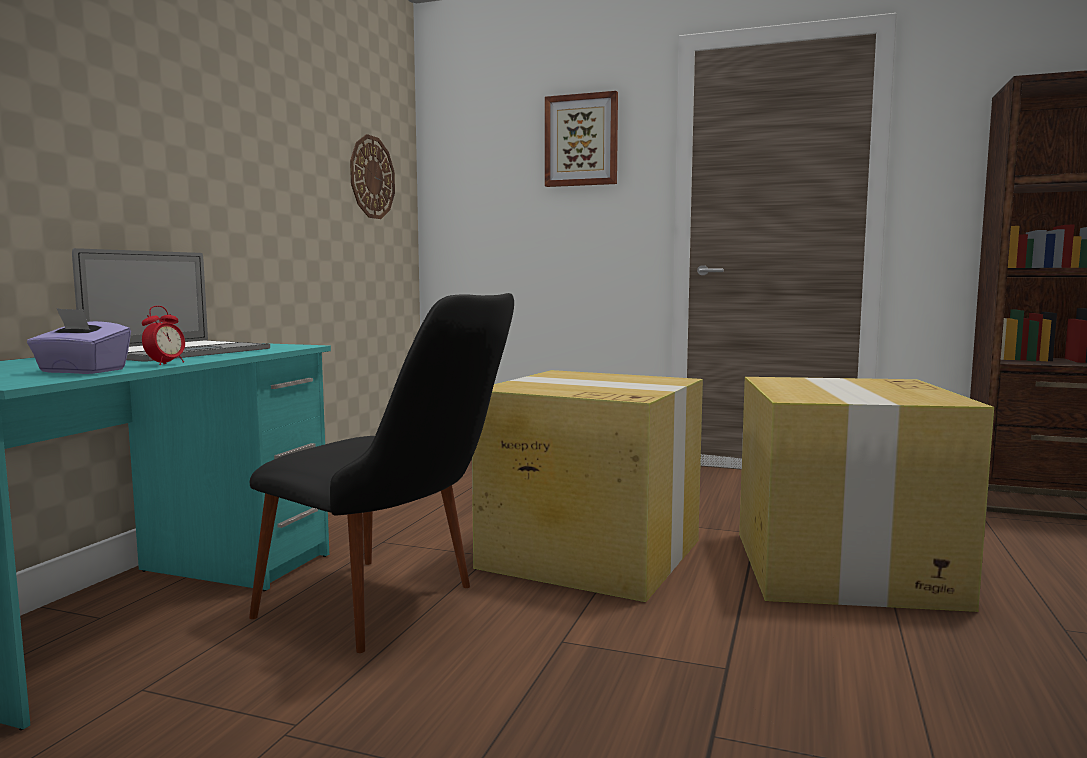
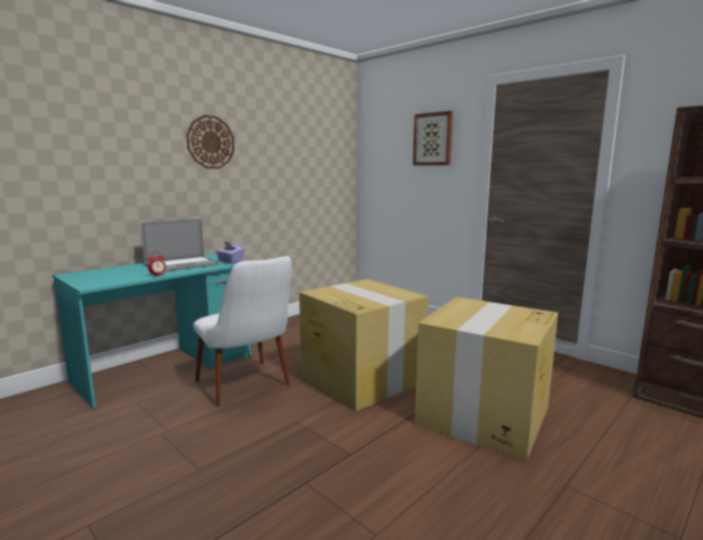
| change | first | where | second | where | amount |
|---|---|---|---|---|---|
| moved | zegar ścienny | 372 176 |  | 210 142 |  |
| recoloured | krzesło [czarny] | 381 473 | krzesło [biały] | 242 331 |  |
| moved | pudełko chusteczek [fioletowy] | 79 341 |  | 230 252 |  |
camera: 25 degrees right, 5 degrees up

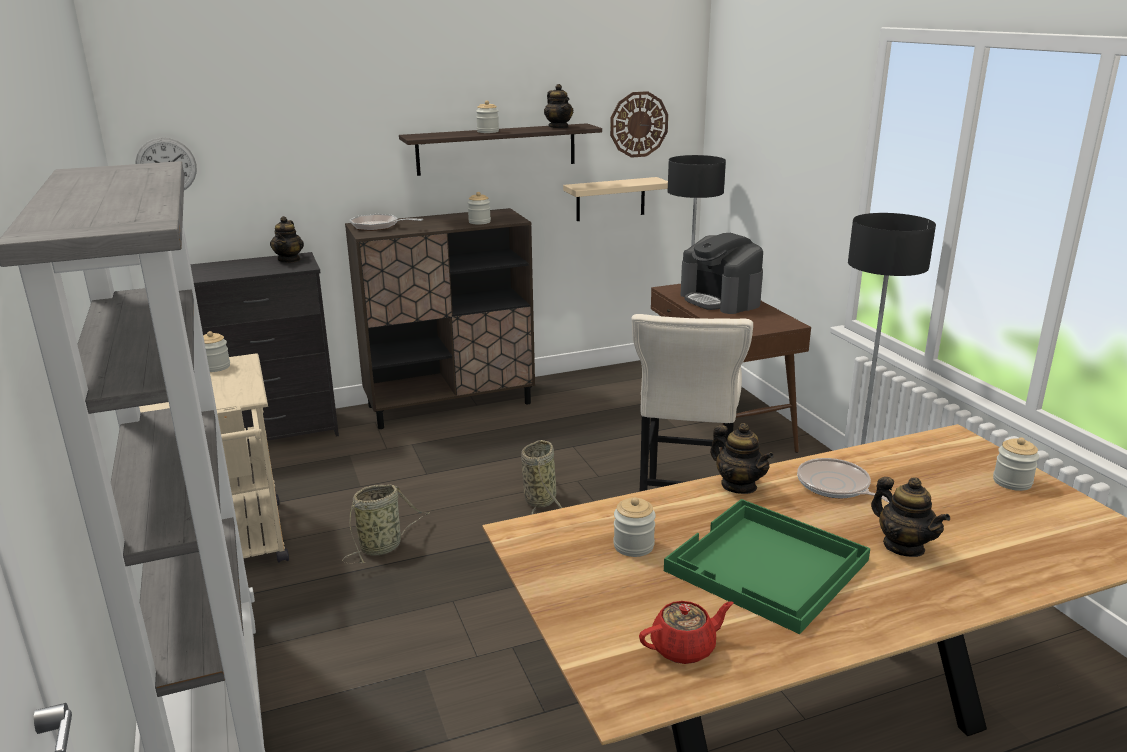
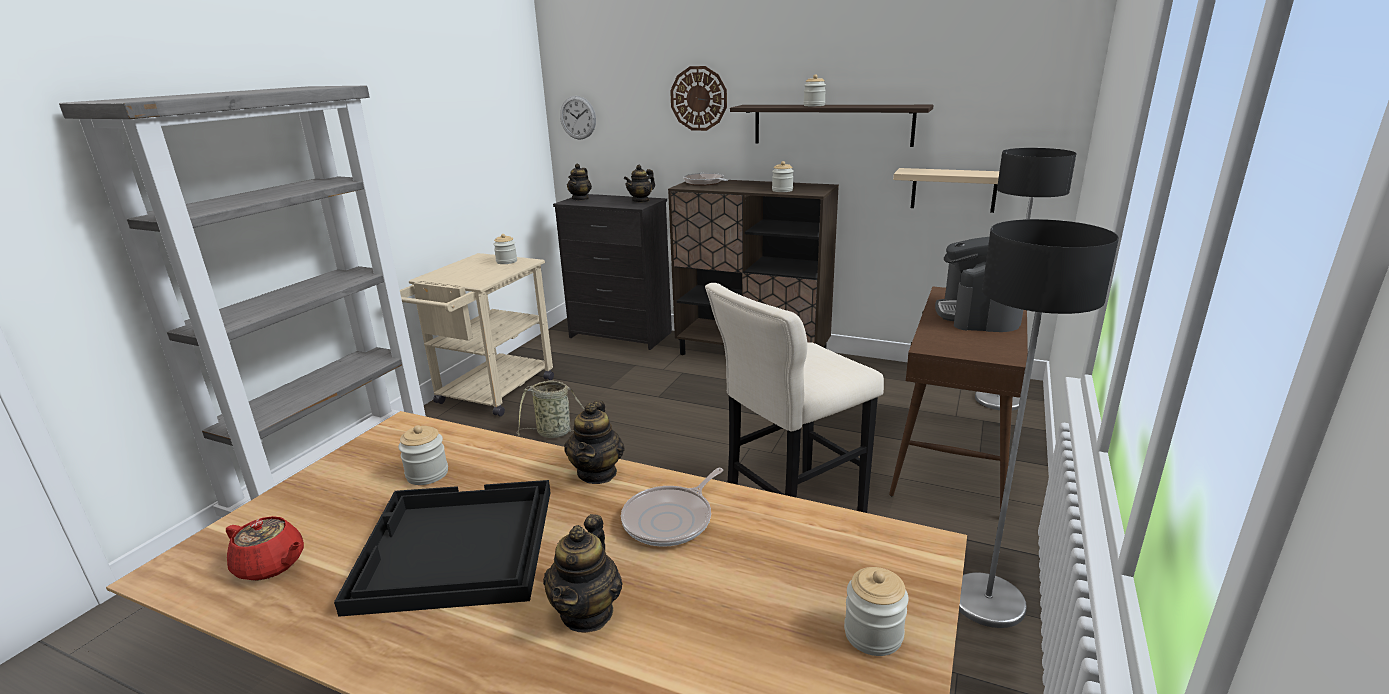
| change | first | where | second | where | amount |
|---|---|---|---|---|---|
| recoloured | taca [zielony] | 767 566 | taca [czarny] | 442 548 |  |
| moved | imbryk | 558 106 |  | 579 182 |  |
| turned | patelnia | 843 480 |  | 672 507 | 150 degrees counterclockwise |
| moved | zegar ścienny | 639 124 |  | 698 98 |  |
| removed | koszyk | 541 477 |  |  |  |
camera: 45 degrees right, 0 degrees up

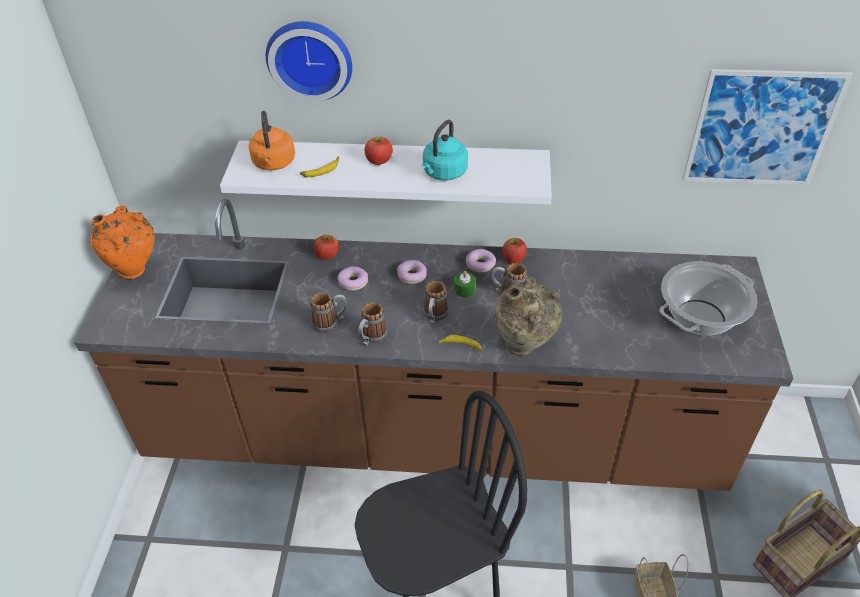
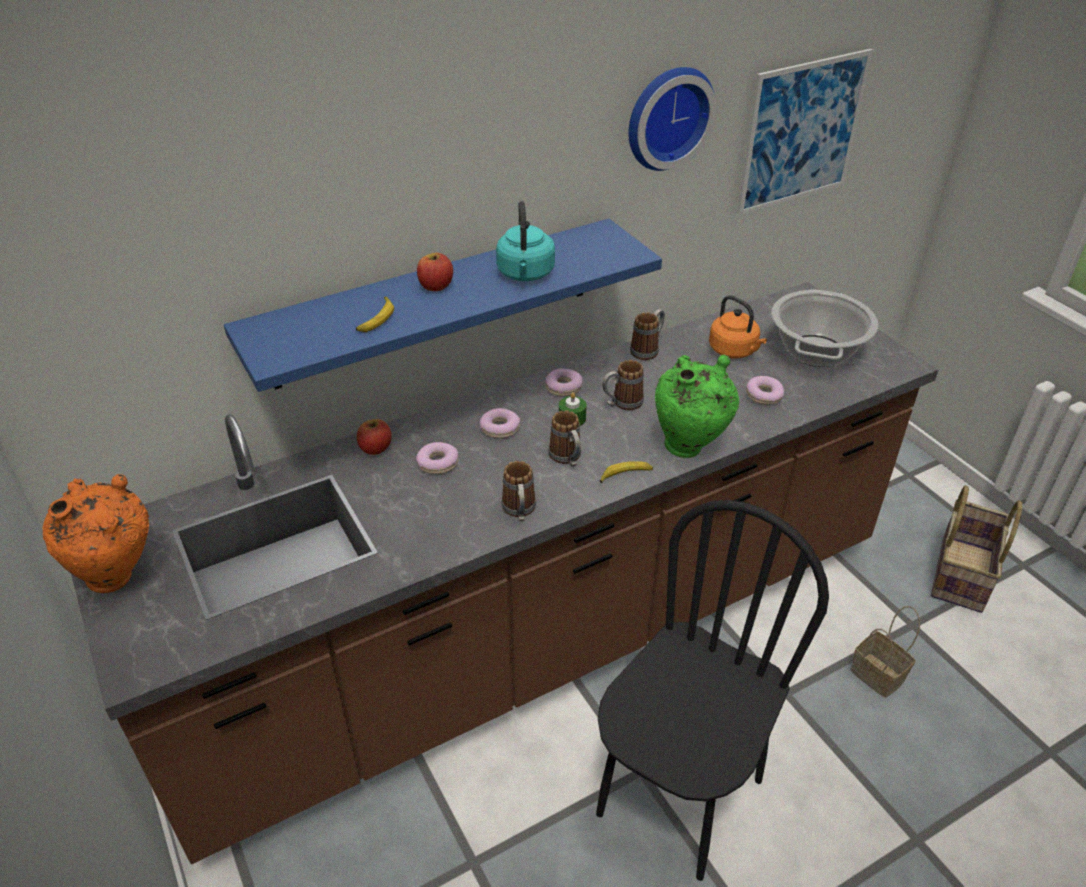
| change | first | where | second | where | amount |
|---|---|---|---|---|---|
| recoloured | półka [biały] | 386 172 | półka [niebieski] | 443 305 |  |
| moved | zegar ścienny | 309 61 |  | 673 119 |  |
| moved | kubek | 328 312 |  | 647 334 |  |
| recoloured | wazon [beżowy] | 528 316 | wazon [zielony] | 697 406 |  |
| moved | czajnik [pomarańczowy] | 272 140 |  | 738 326 |  |
| added |  |  | donut | 765 390 |  |
| removed | jabłko | 514 251 |  |  |  |
camera: 35 degrees left, 5 degrees down

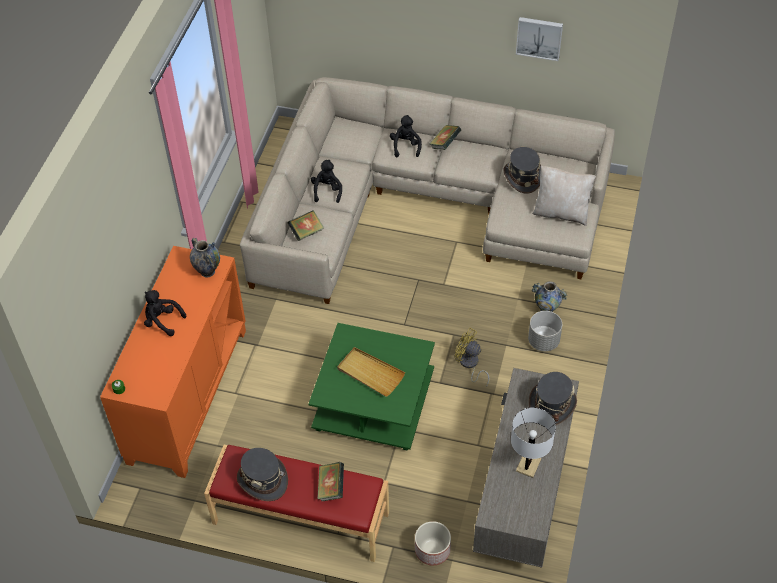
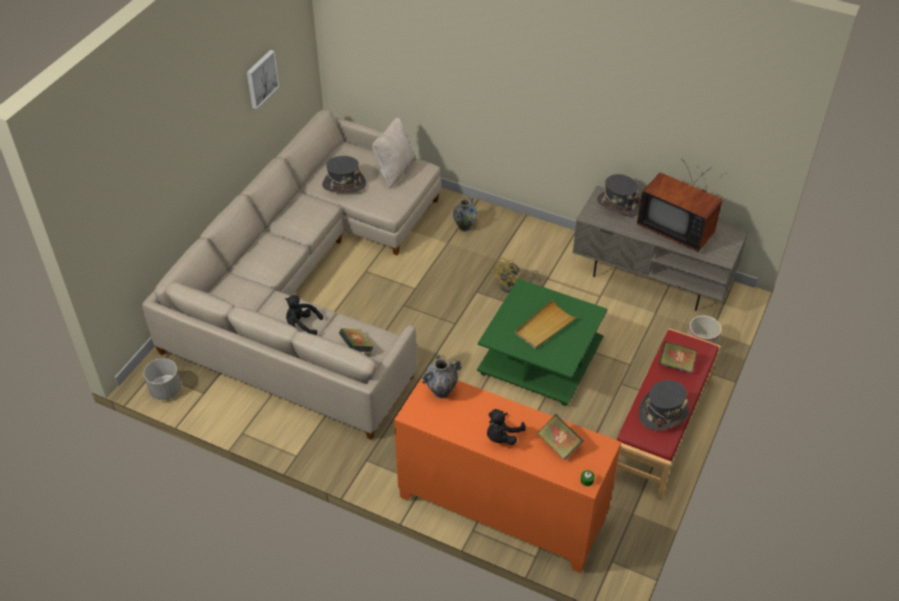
| change | first | where | second | where | amount |
|---|---|---|---|---|---|
| moved | donica [szary] | 545 331 |  | 163 379 |  |
| moved | książka | 445 137 |  | 560 437 |  |
| replaced | lampa stołowa [biały] | 533 442 | telewizor | 679 205 |  |
| removed | pluszak [czarny] | 406 136 |  |  |  |
camera: 80 degrees left, 5 degrees down

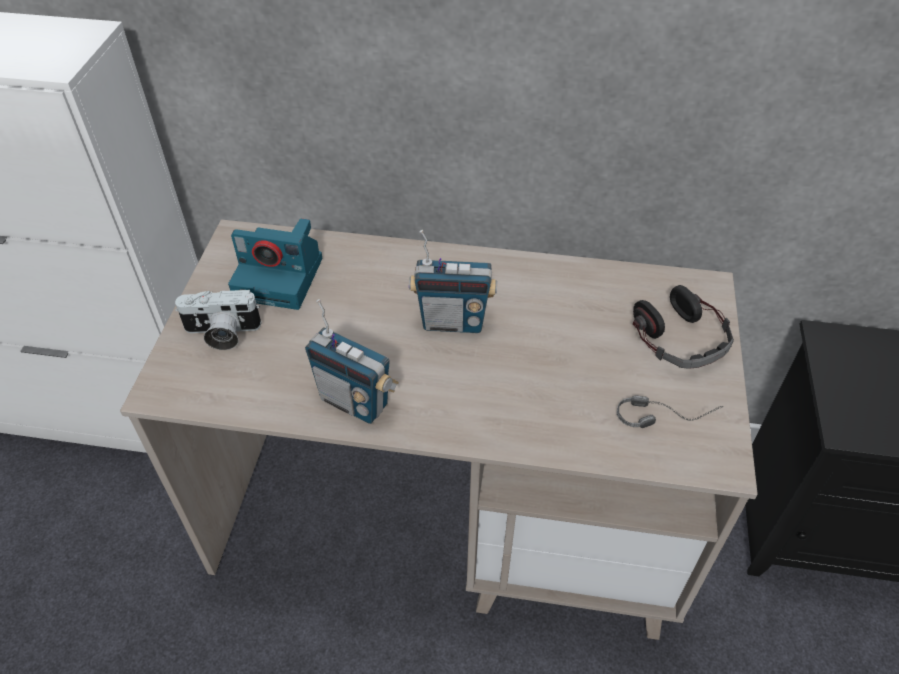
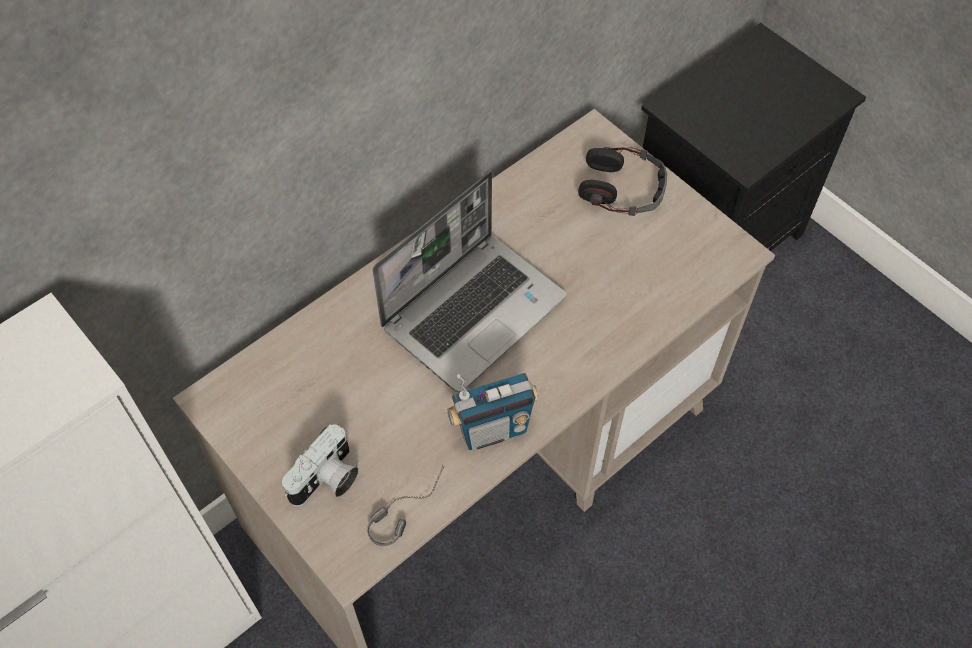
| change | first | where | second | where | amount |
|---|---|---|---|---|---|
| moved | słuchawki | 670 411 |  | 405 505 |  |
| replaced | radio | 453 281 | laptop | 469 282 |  |
| removed | aparat fotograficzny | 275 264 |  |  |  |
camera: 50 degrees left, 10 degrees up

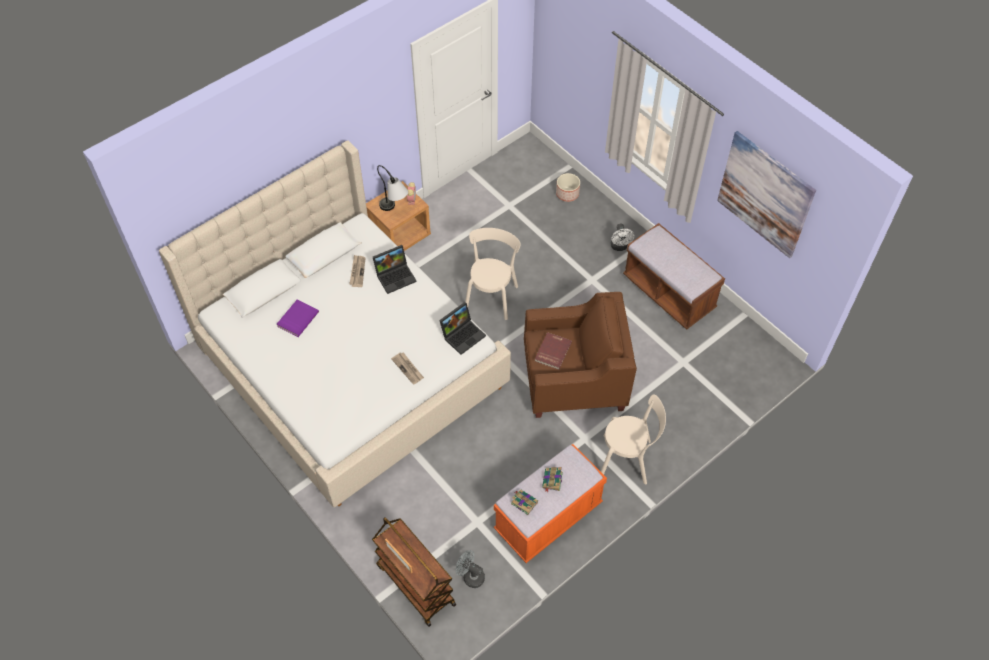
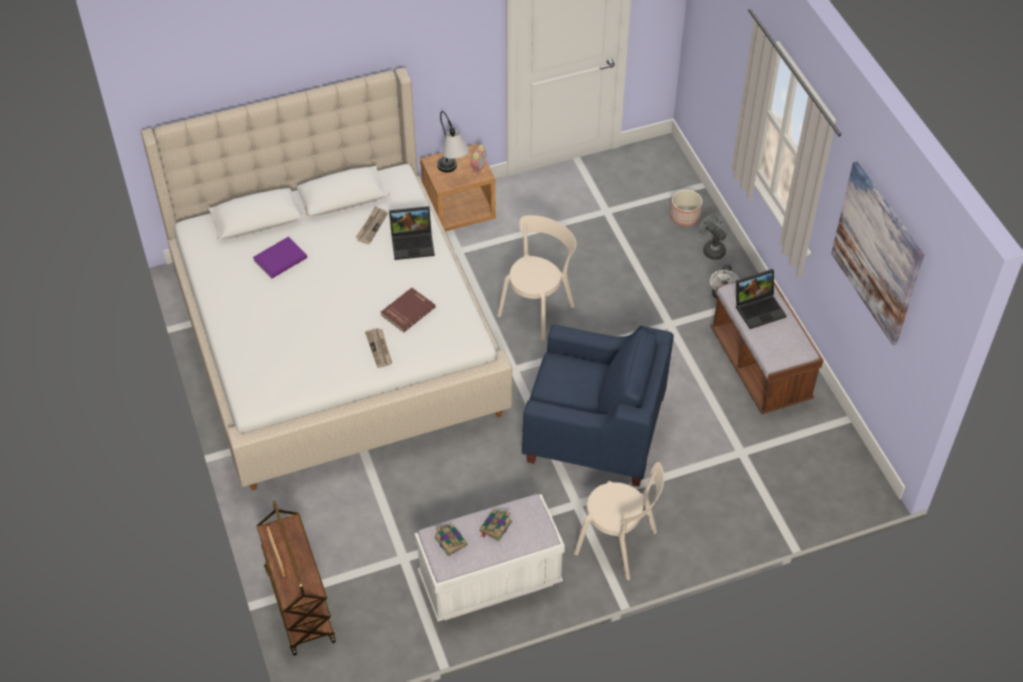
| change | first | where | second | where | amount |
|---|---|---|---|---|---|
| moved | książka [czerwony] | 553 351 |  | 408 310 |  |
| recoloured | ławka [pomarańczowy] | 550 503 | ławka [biały] | 490 558 |  |
| recoloured | fotel [brązowy] | 580 355 | fotel [niebieski] | 598 405 |  |
| moved | wentylator [szary] | 470 569 |  | 712 236 |  |
| moved | laptop | 462 328 |  | 761 299 |  |
camera: 20 degrees right, 5 degrees down

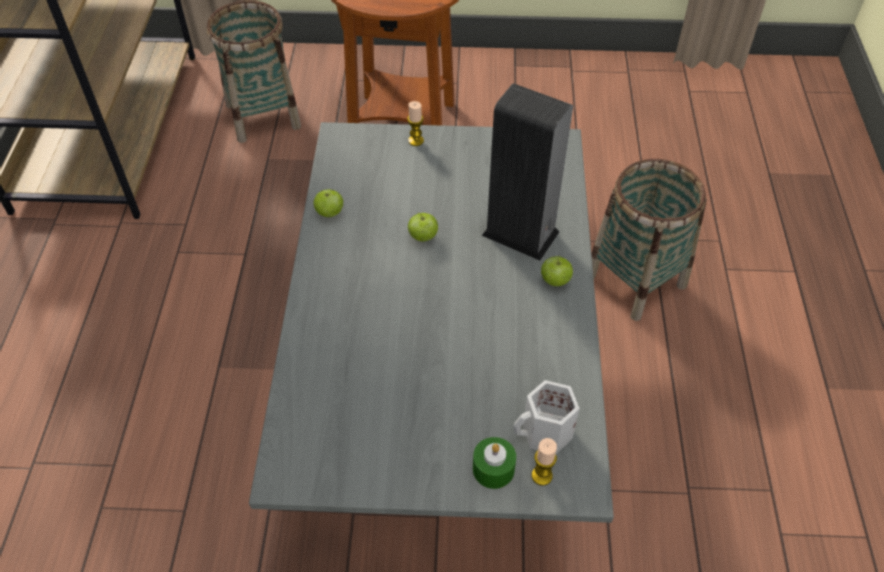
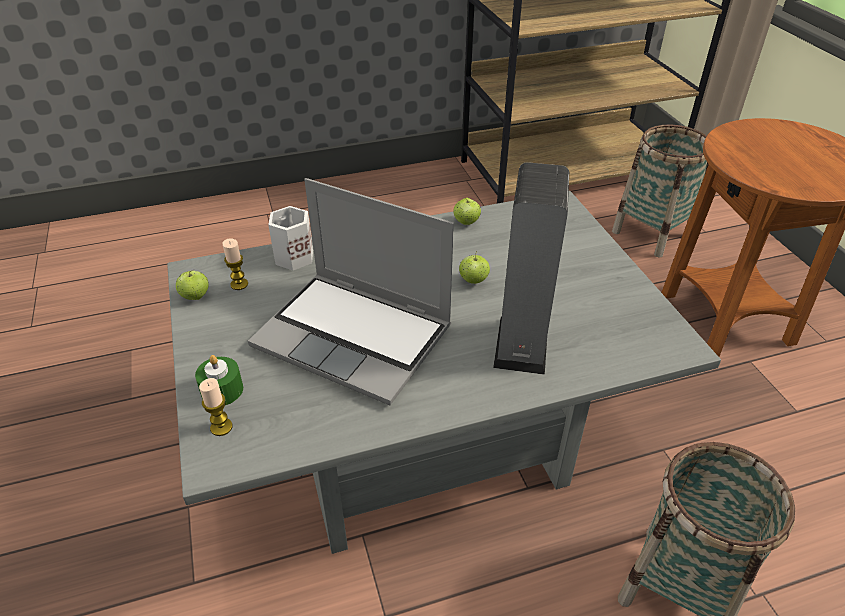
| change | first | where | second | where | amount |
|---|---|---|---|---|---|
| moved | jabłko | 557 270 |  | 192 285 |  |
| moved | świeca | 415 123 |  | 235 264 |  |
| added |  |  | laptop | 351 291 |  |
| moved | kubek [biały] | 547 417 |  | 290 238 |  |
camera: 70 degrees right, 10 degrees down

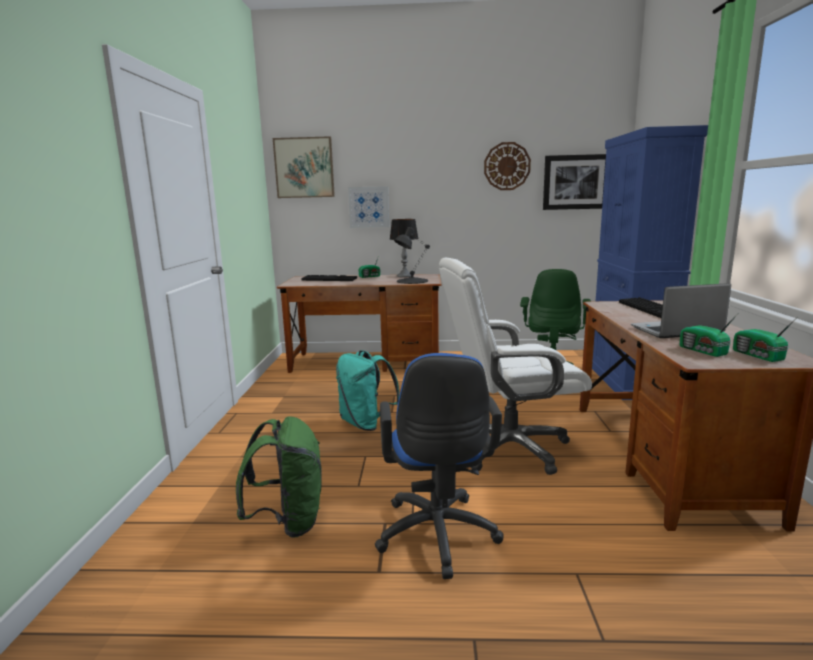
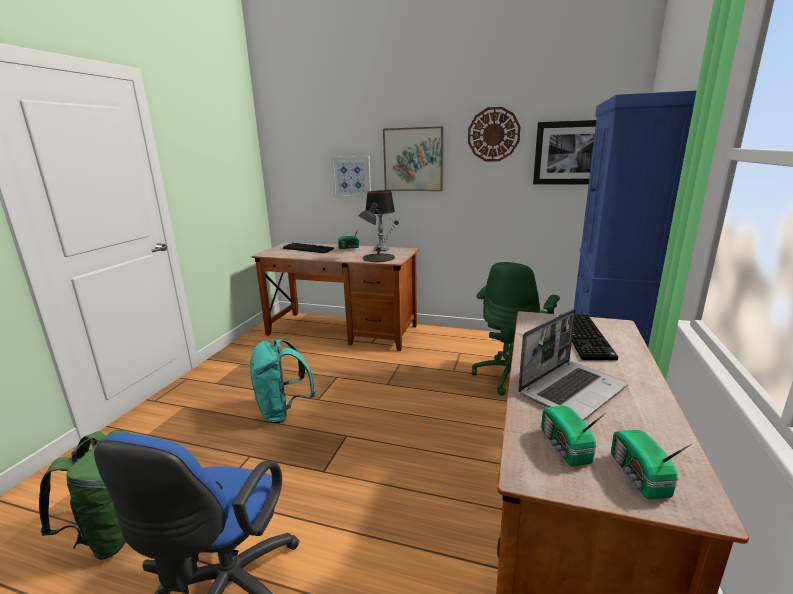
| change | first | where | second | where | amount |
|---|---|---|---|---|---|
| moved | obraz | 304 167 |  | 413 158 |  |
| turned | laptop | 681 310 |  | 573 364 | 135 degrees clockwise |
| removed | krzesło biurowe [biały] | 515 366 |  |  |  |
camera: 15 degrees right, 5 degrees up

